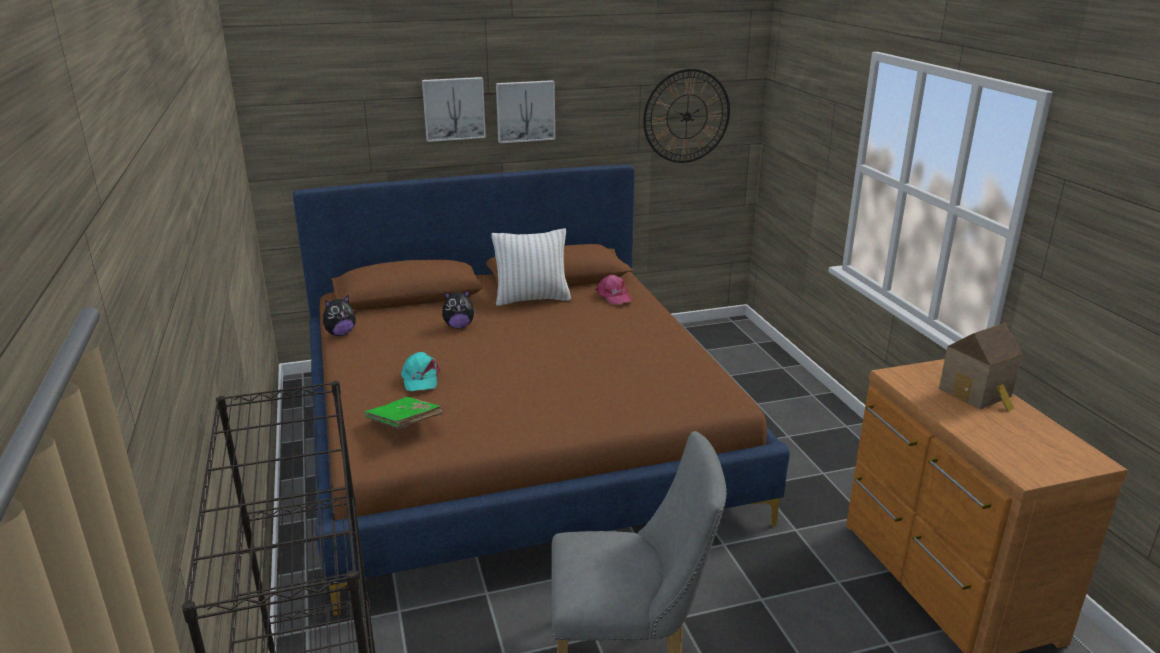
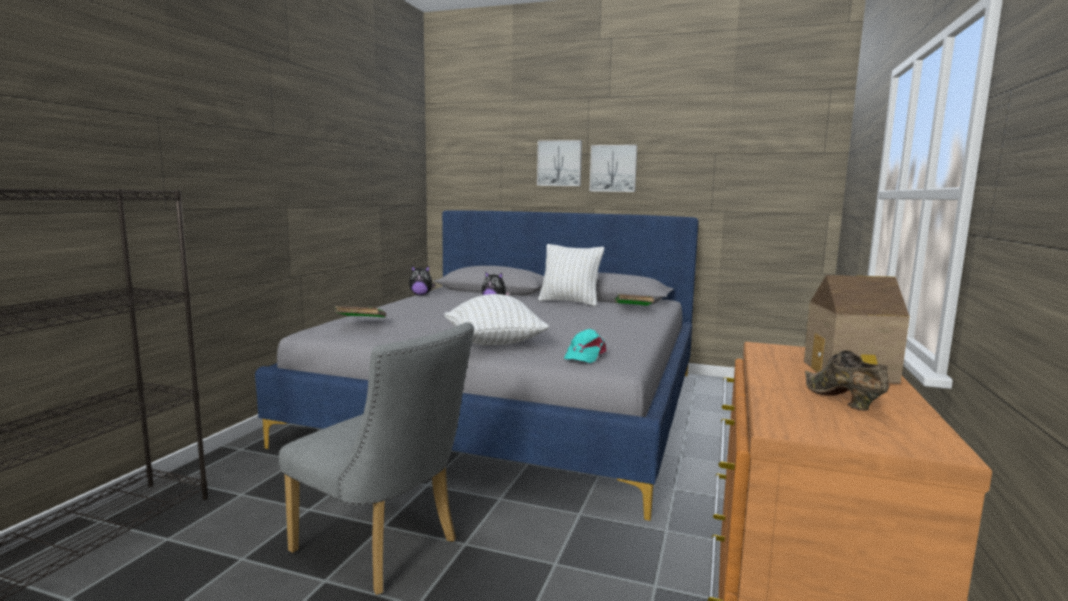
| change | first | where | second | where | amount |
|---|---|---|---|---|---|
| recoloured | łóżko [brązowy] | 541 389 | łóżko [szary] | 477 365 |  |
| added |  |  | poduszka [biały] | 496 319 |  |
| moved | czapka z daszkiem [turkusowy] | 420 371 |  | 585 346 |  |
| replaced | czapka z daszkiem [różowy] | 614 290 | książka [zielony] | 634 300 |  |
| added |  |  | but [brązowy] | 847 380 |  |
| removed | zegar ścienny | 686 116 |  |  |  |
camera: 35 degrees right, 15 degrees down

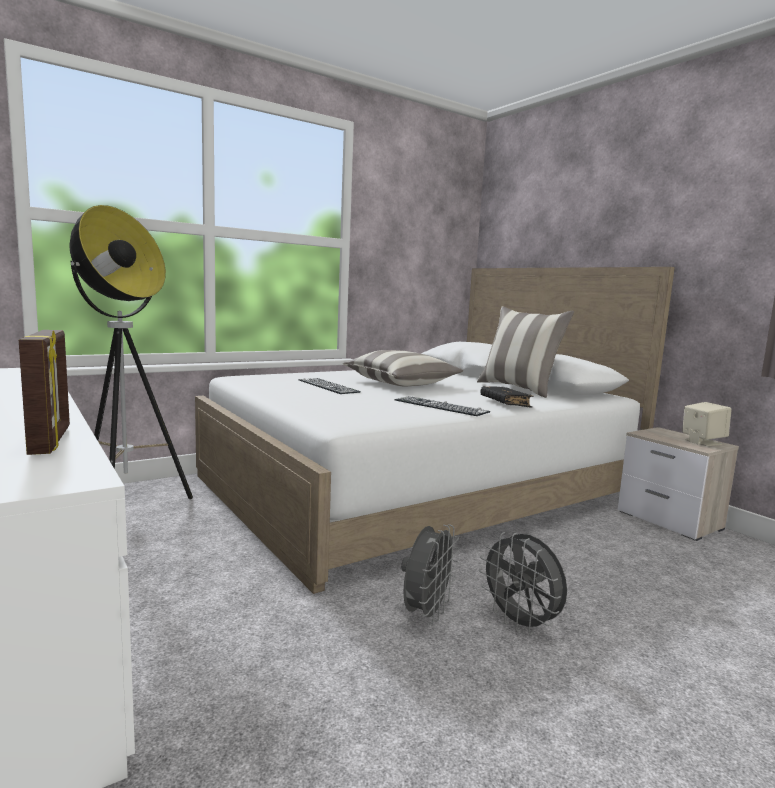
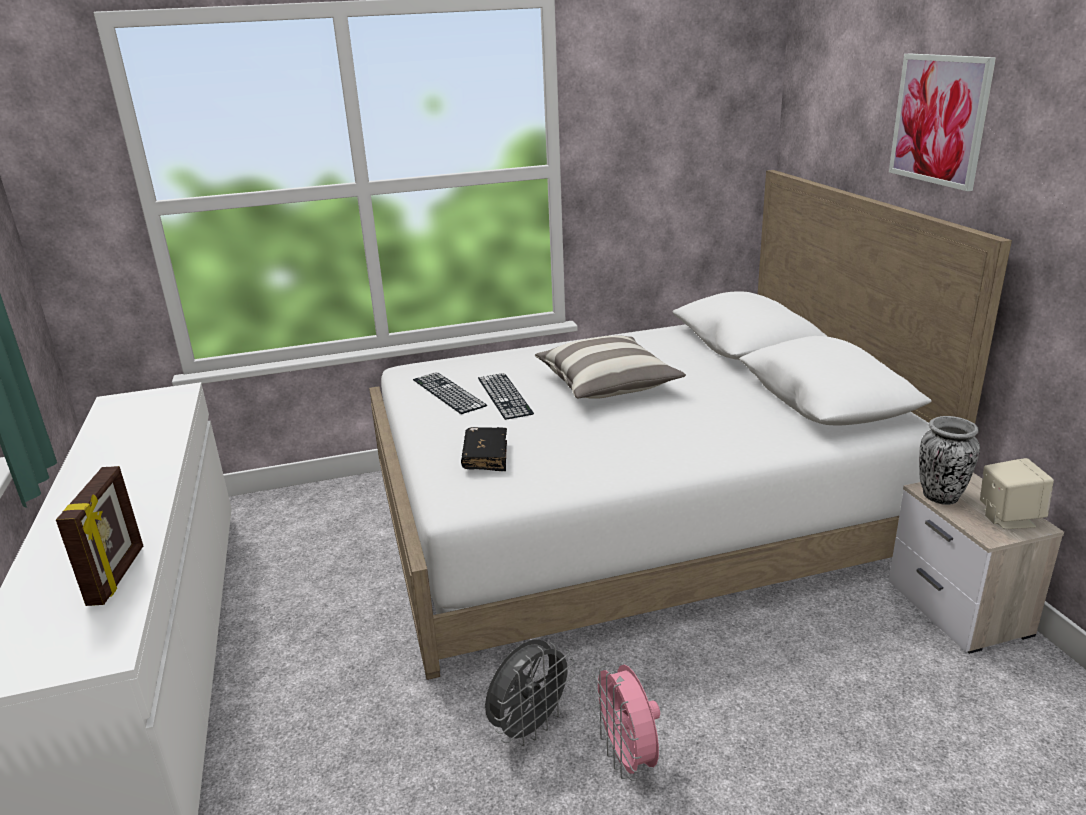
| change | first | where | second | where | amount |
|---|---|---|---|---|---|
| moved | klawiatura | 442 406 |  | 450 393 |  |
| moved | książka [czarny] | 507 397 |  | 484 449 |  |
| recoloured | wentylator [szary] | 523 583 | wentylator [różowy] | 625 722 |  |
| added |  |  | obraz | 942 122 |  |
| added |  |  | wazon | 949 460 |  |
| removed | lampa stojąca | 131 352 |  |  |  |
| removed | poduszka | 525 352 |  |  |  |
camera: 20 degrees right, 15 degrees up

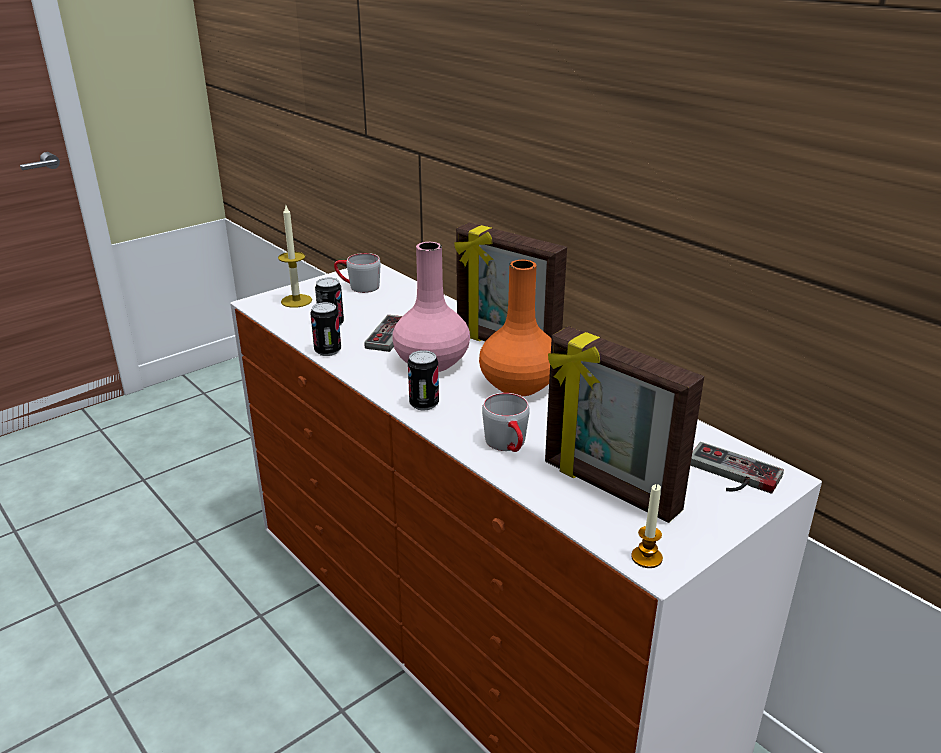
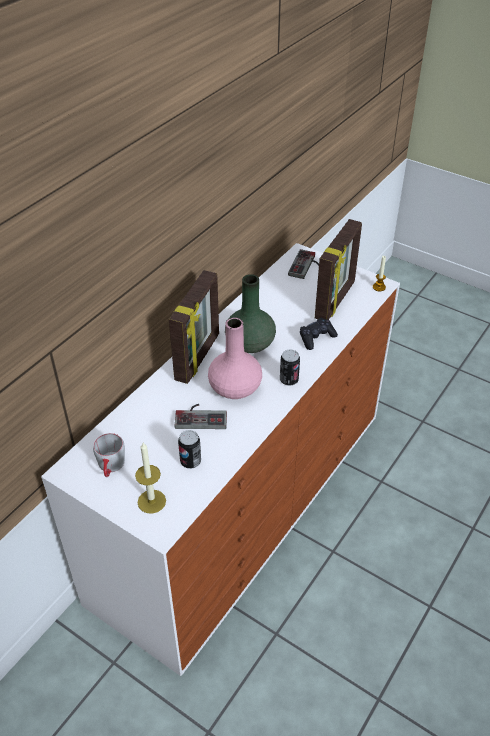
| change | first | where | second | where | amount |
|---|---|---|---|---|---|
| recoloured | wazon [pomarańczowy] | 515 328 | wazon [zielony] | 250 313 |  |
| replaced | kubek [szary] | 506 422 | pad do gier [czarny] | 319 334 |  |
| removed | puszka | 325 329 |  |  |  |
camera: 105 degrees left, 15 degrees up

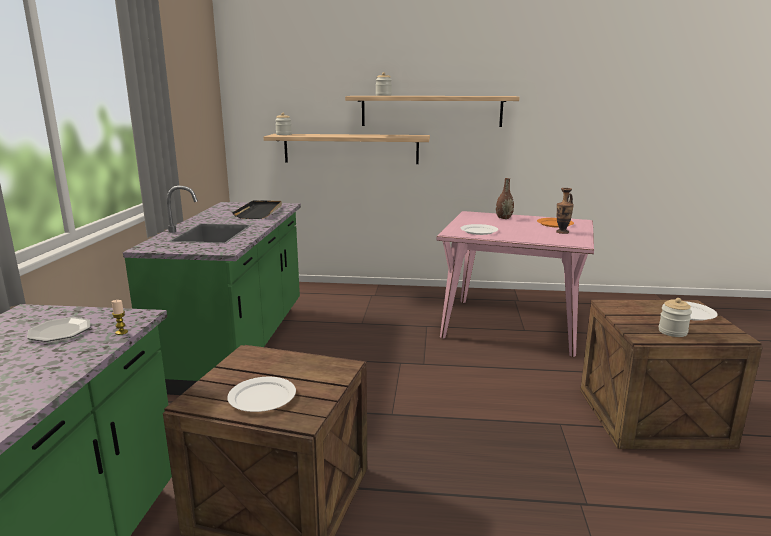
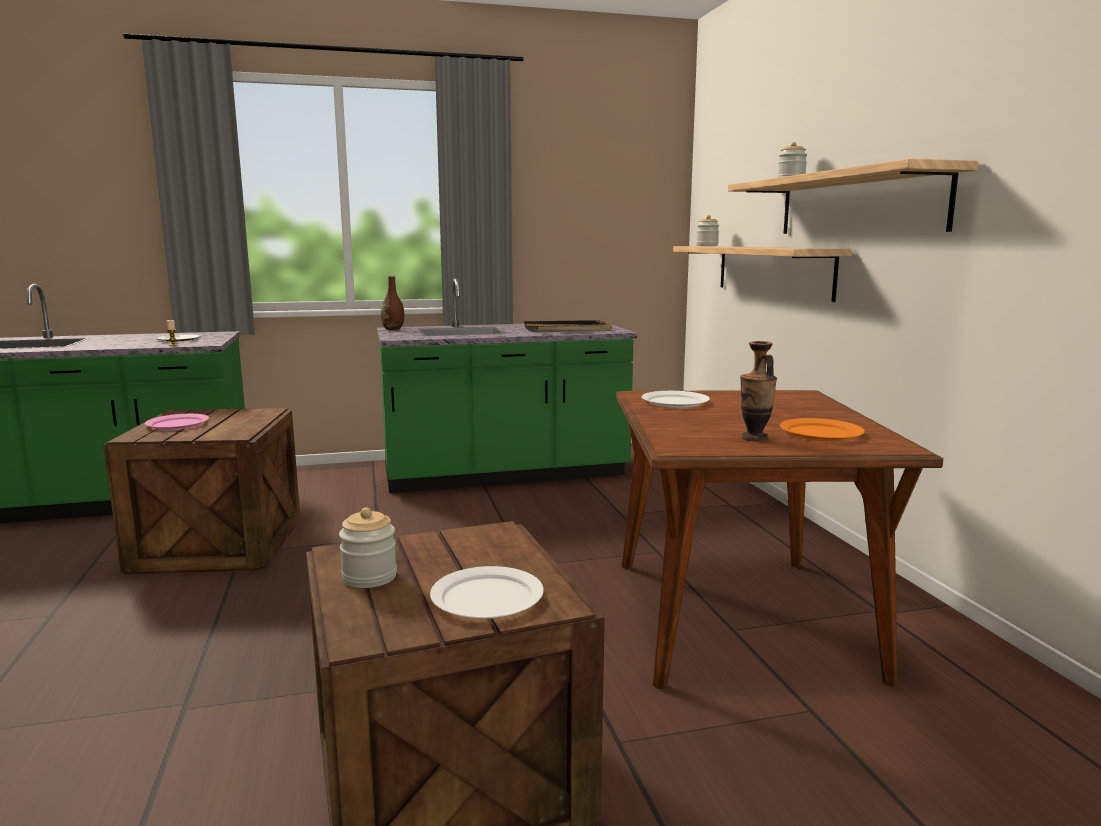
| change | first | where | second | where | amount |
|---|---|---|---|---|---|
| recoloured | talerz [biały] | 261 394 | talerz [różowy] | 177 422 |  |
| moved | wazon [brązowy] | 505 198 |  | 392 303 |  |
| recoloured | stół jadalny [różowy] | 515 284 | stół jadalny [brązowy] | 779 539 |  |
camera: 70 degrees right, 5 degrees down

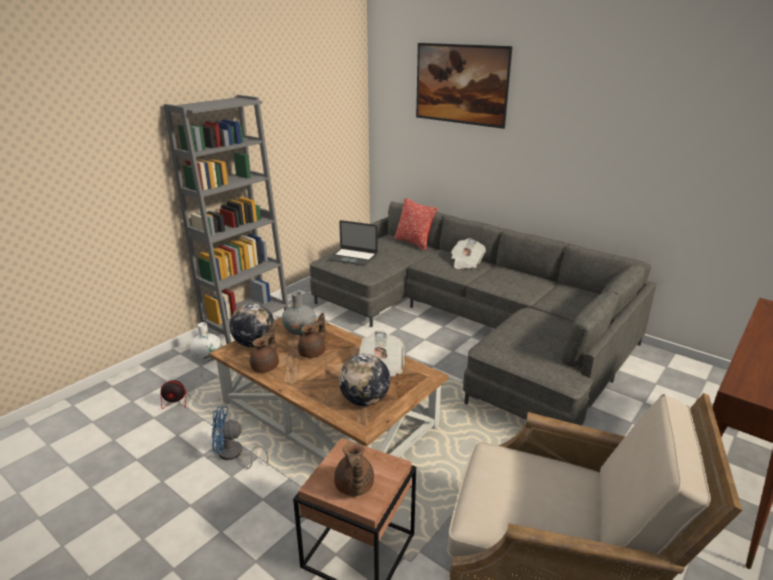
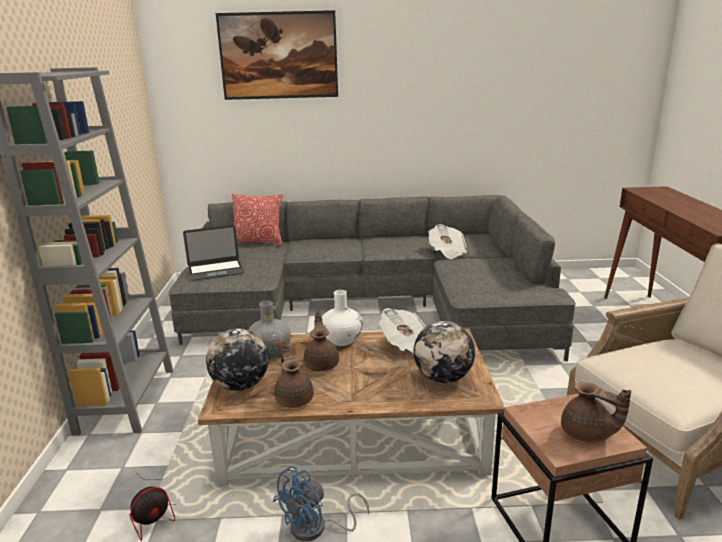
| change | first | where | second | where | amount |
|---|---|---|---|---|---|
| moved | wazon [biały] | 205 341 |  | 342 318 |  |
| moved | gazeta | 468 253 |  | 448 241 |  |
camera: 40 degrees left, 5 degrees down

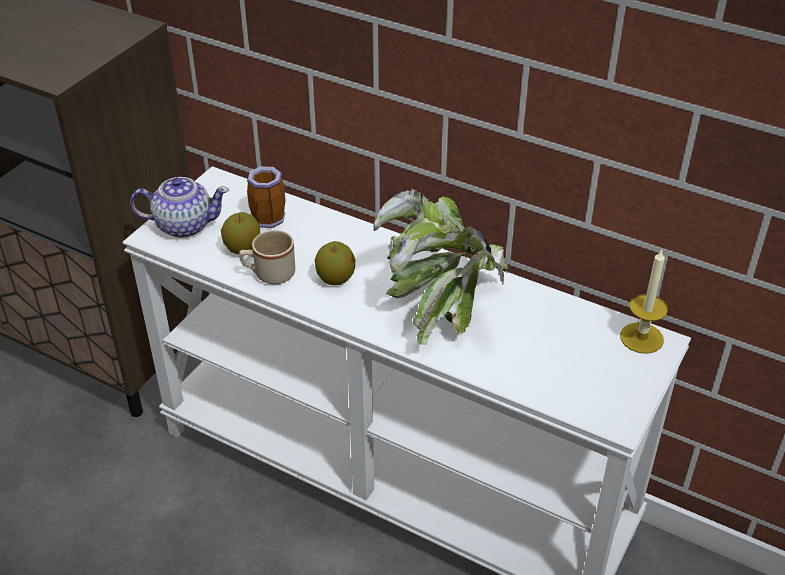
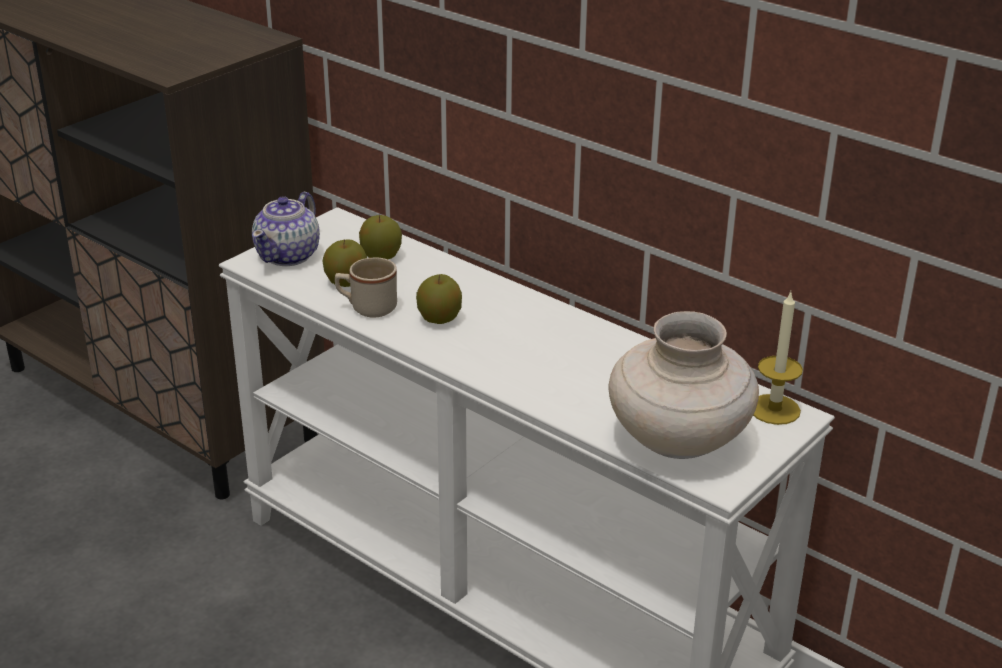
| change | first | where | second | where | amount |
|---|---|---|---|---|---|
| turned | imbryk | 179 207 |  | 286 229 | 105 degrees clockwise |
| replaced | kubek | 266 197 | jabłko | 380 237 |  |
| added |  |  | wazon [beżowy] | 683 385 |  |
| removed | roślina doniczkowa | 440 267 |  |  |  |
camera: 10 degrees right, 10 degrees down

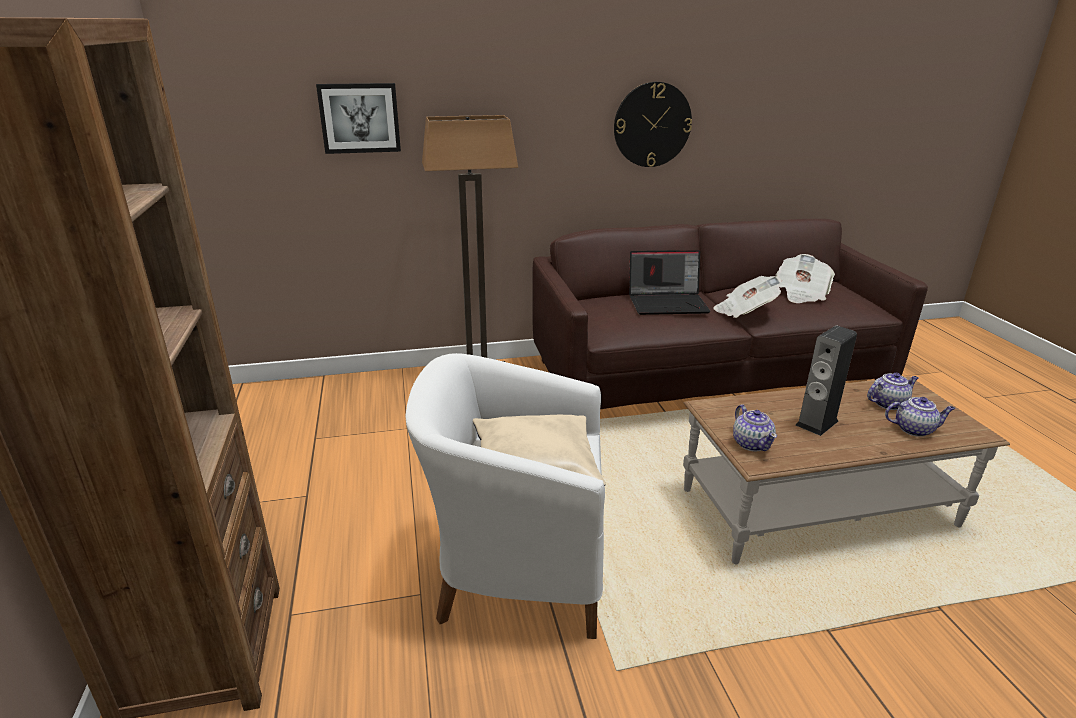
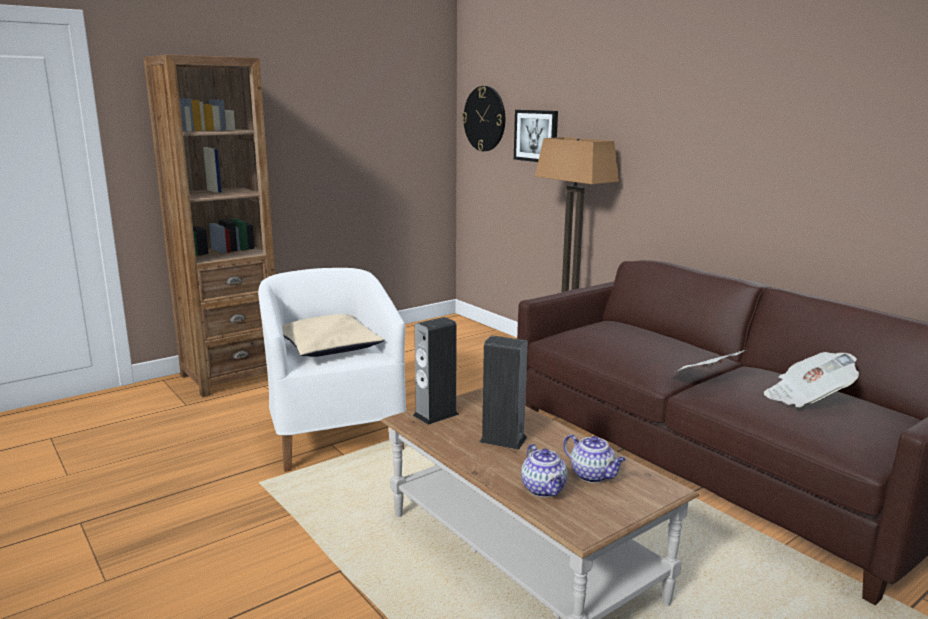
| change | first | where | second | where | amount |
|---|---|---|---|---|---|
| replaced | imbryk | 755 428 | głośnik | 436 371 |  |
| moved | zegar ścienny | 653 124 |  | 483 118 |  |
| removed | laptop | 670 282 |  |  |  |
camera: 65 degrees right, 10 degrees down

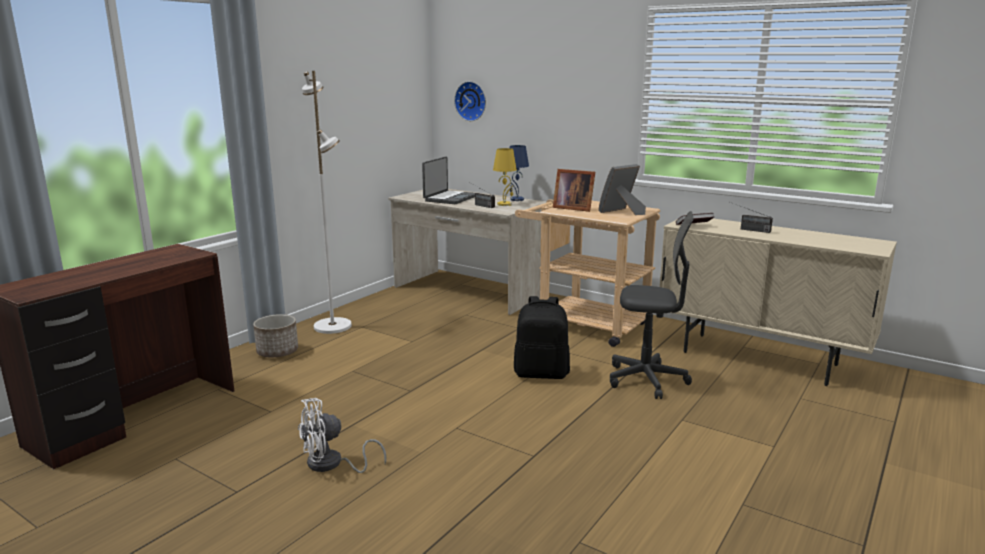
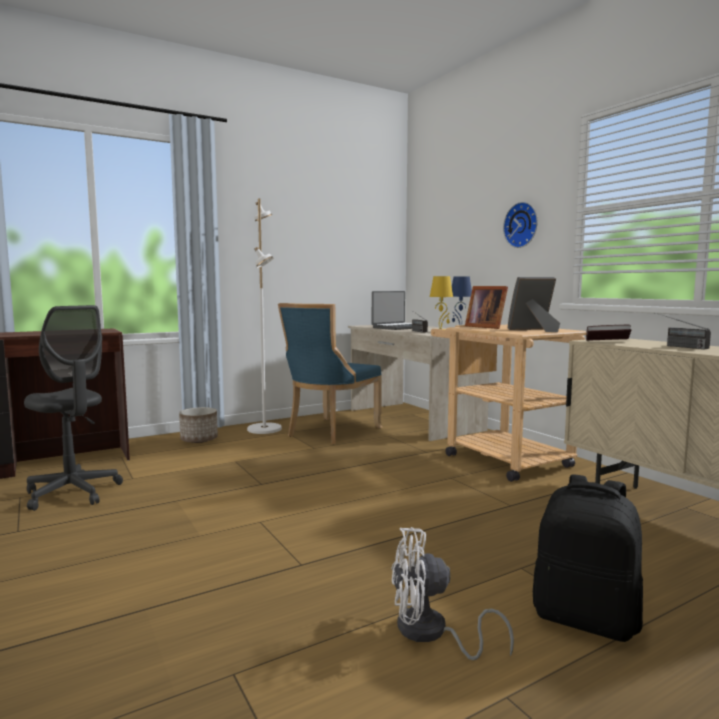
| change | first | where | second | where | amount |
|---|---|---|---|---|---|
| moved | krzesło biurowe [szary] | 652 305 |  | 73 408 |  |
| added |  |  | krzesło [niebieski] | 330 373 |  |
| moved | wentylator [biały] | 342 435 |  | 452 593 |  |
| moved | zegar ścienny | 470 101 |  | 520 225 |  |
| moved | plecak [czarny] | 542 337 |  | 588 558 |  |
camera: 25 degrees right, 10 degrees down

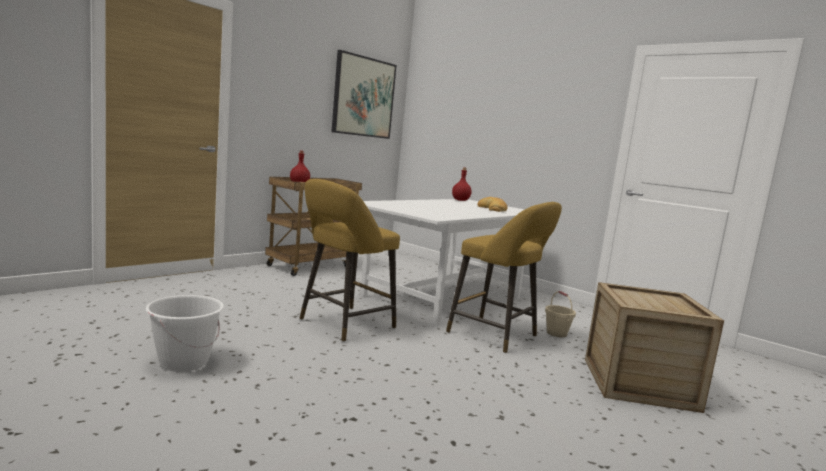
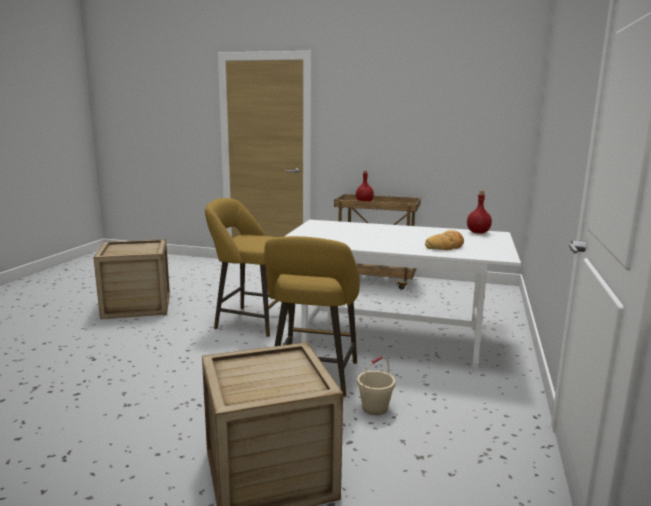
| change | first | where | second | where | amount |
|---|---|---|---|---|---|
| replaced | wiadro [biały] | 185 333 | skrzynka | 131 279 |  |
| removed | obraz | 364 94 |  |  |  |
camera: 65 degrees right, 5 degrees up

